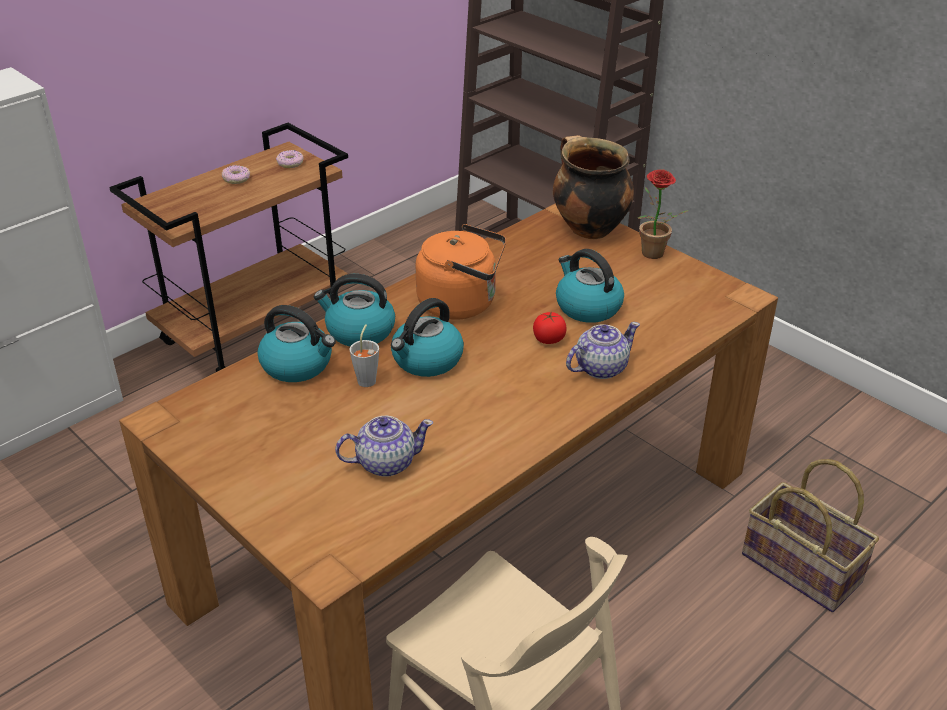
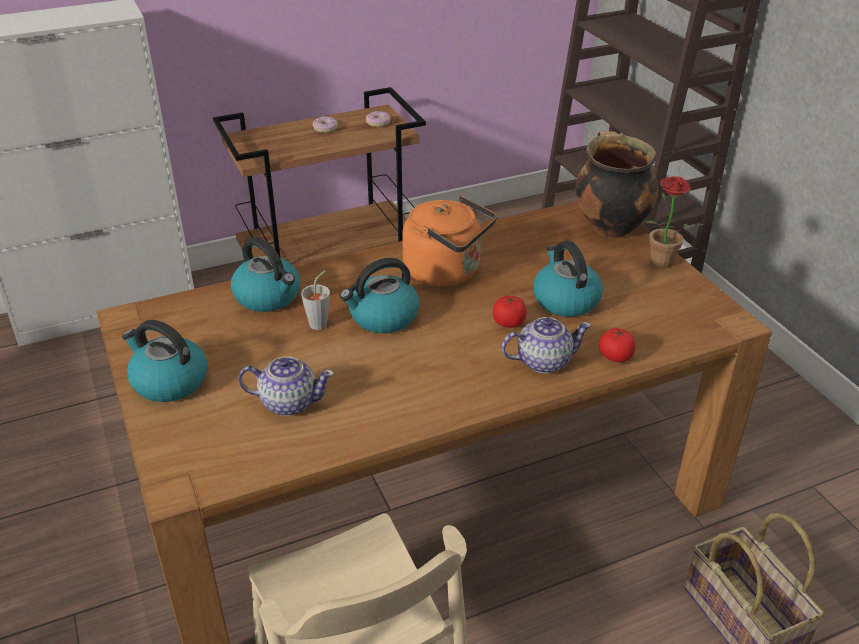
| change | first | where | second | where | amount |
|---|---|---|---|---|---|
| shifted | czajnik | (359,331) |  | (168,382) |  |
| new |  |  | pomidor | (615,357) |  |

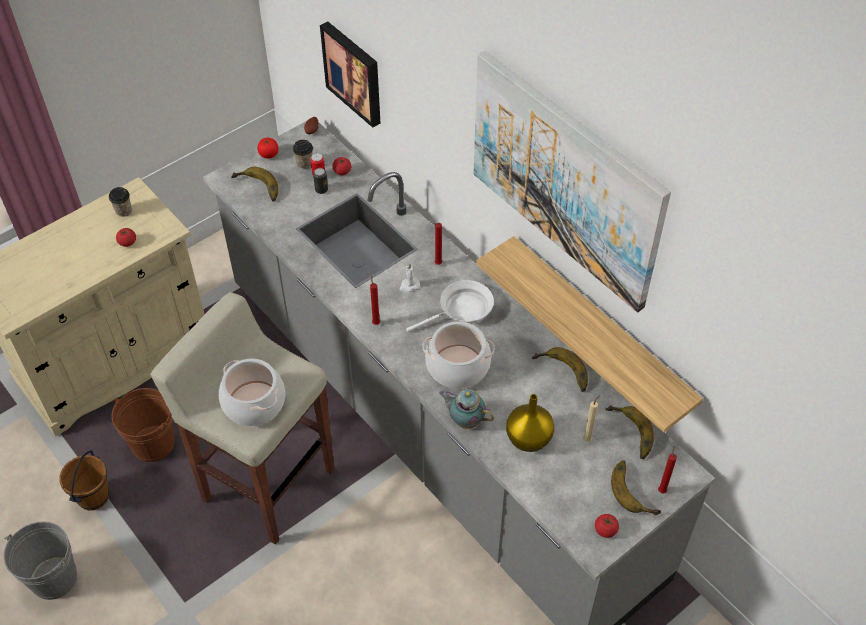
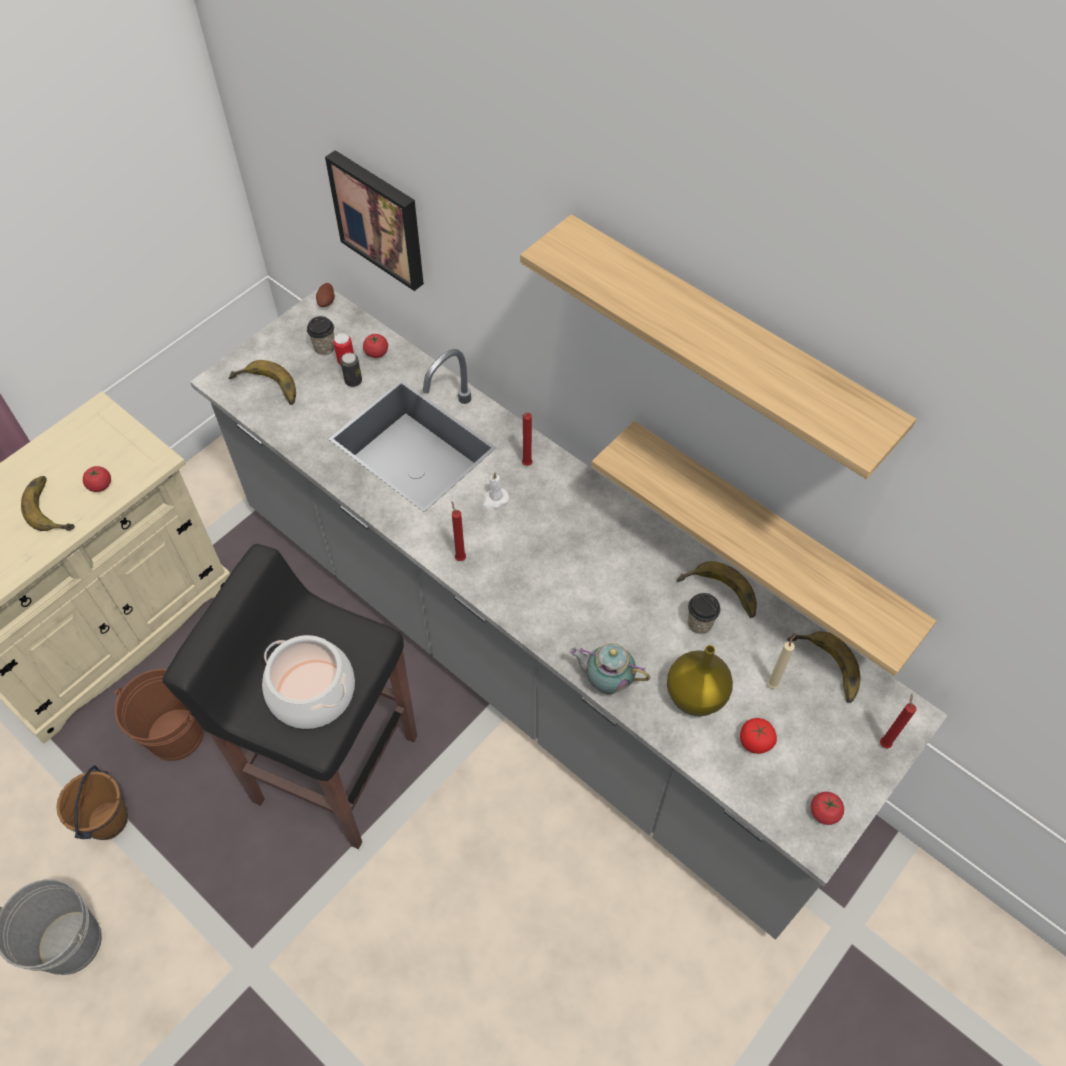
| change | first | where | second | where | amount |
|---|---|---|---|---|---|
| swapped | obraz | (565,179) | półka | (724,342) |  |
| shifted | pomidor | (269,154) |  | (755,741) |  |
| shifted | filiżanka | (123,211) |  | (699,623) |  |
| gone | patelnia (biały) | (462,310) |  |  |  |
| repainted | stołek (beżowy) | (267,483) | stołek (czarny) | (333,767) |  |
| gone | garnek | (457,367) |  |  |  |
| shifted | banan | (635,489) |  | (54,506) |  |

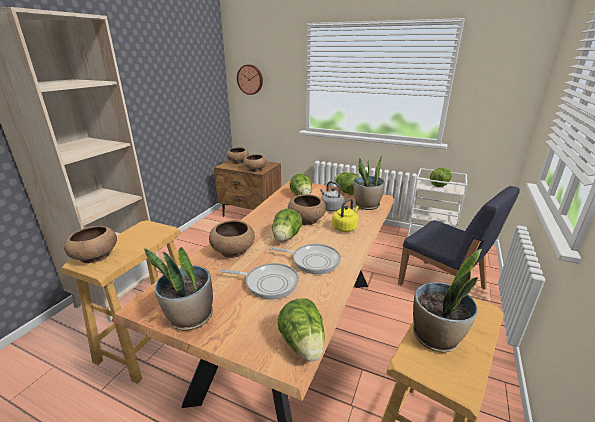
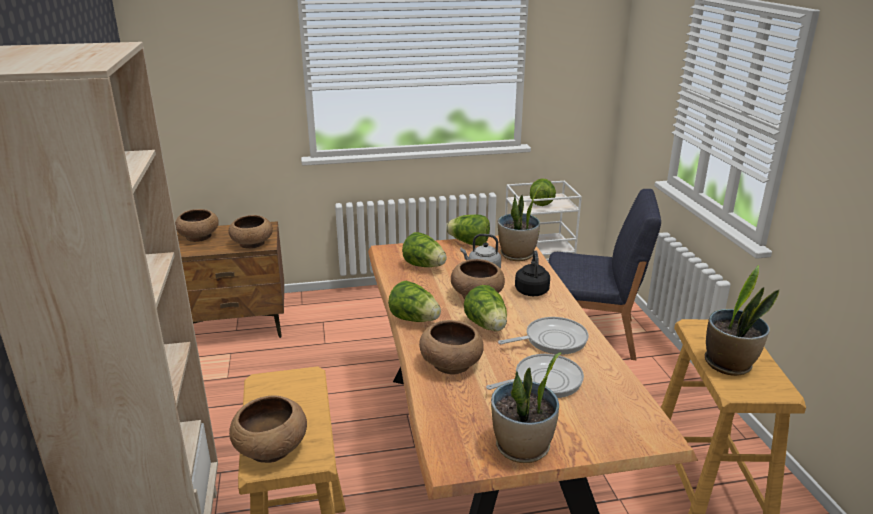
| change | first | where | second | where | amount |
|---|---|---|---|---|---|
| gone | zegar ścienny | (250,79) |  |  |  |
| repainted | czajnik (żółty) | (345,227) | czajnik (czarny) | (531,290) |  |
| shifted | sałata | (303,344) |  | (414,319) |  |

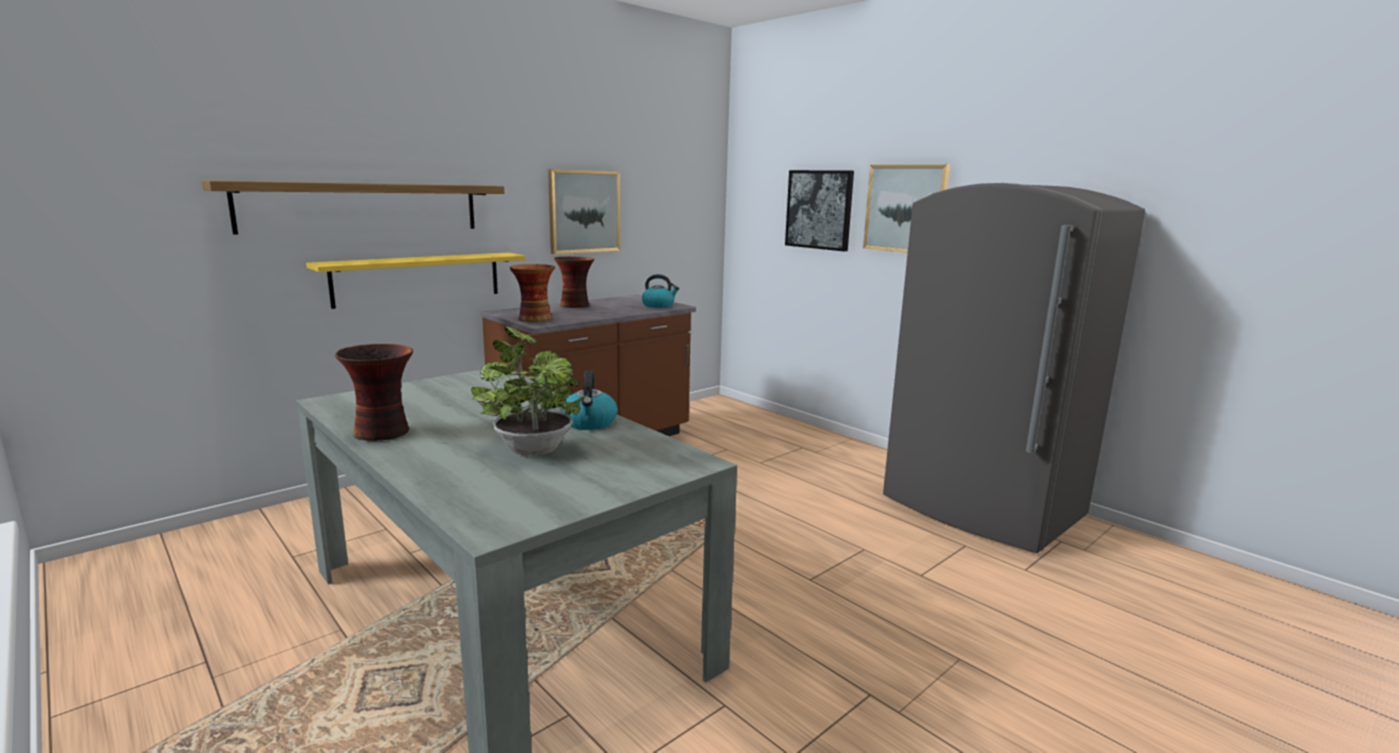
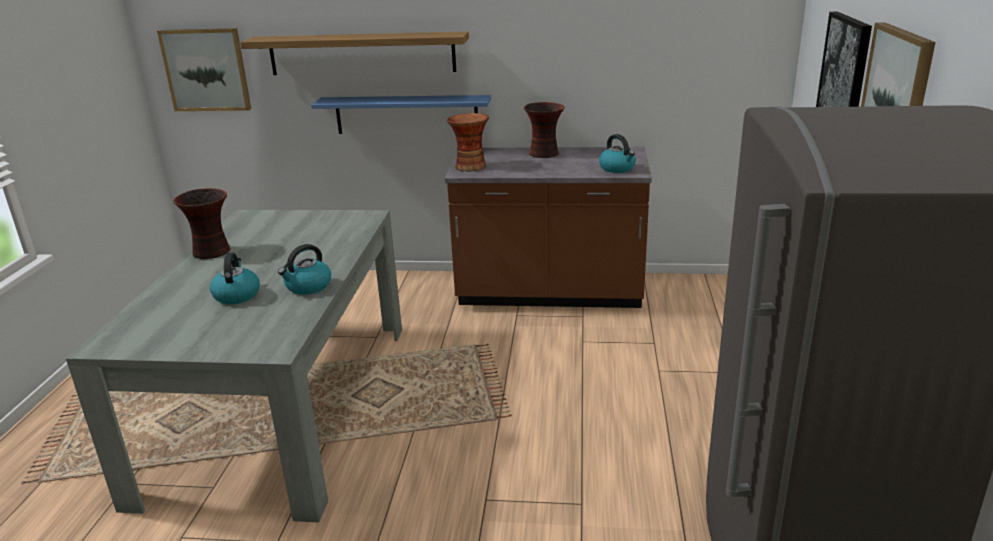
| change | first | where | second | where | amount |
|---|---|---|---|---|---|
| shifted | obraz | (584,211) |  | (206,70) |  |
| repainted | półka (żółty) | (418,278) | półka (niebieski) | (406,114) |  |
| swapped | roślina doniczkowa | (531,448) | czajnik | (236,295) |  |

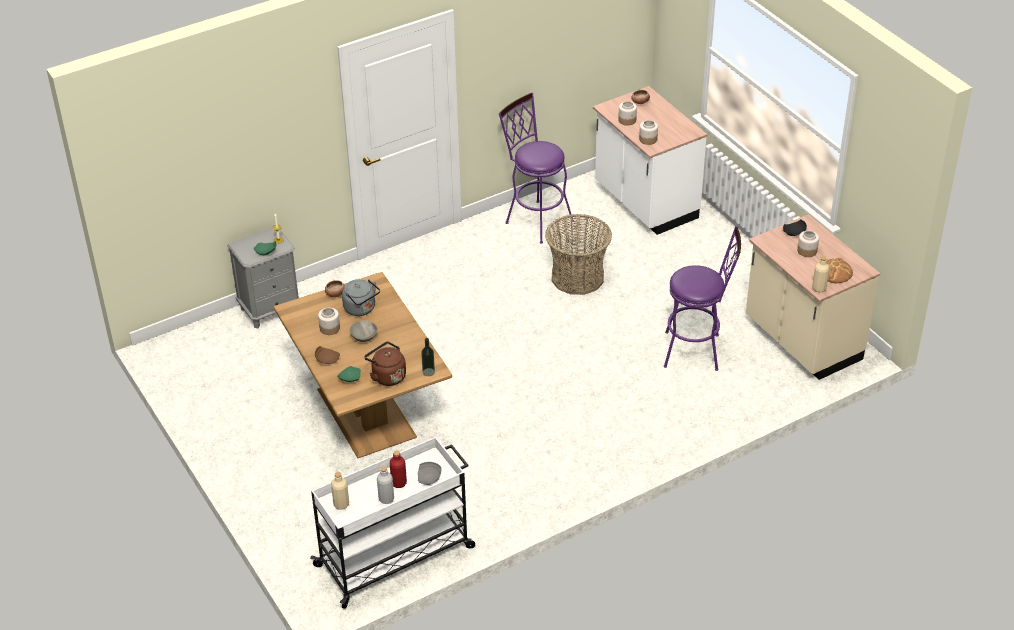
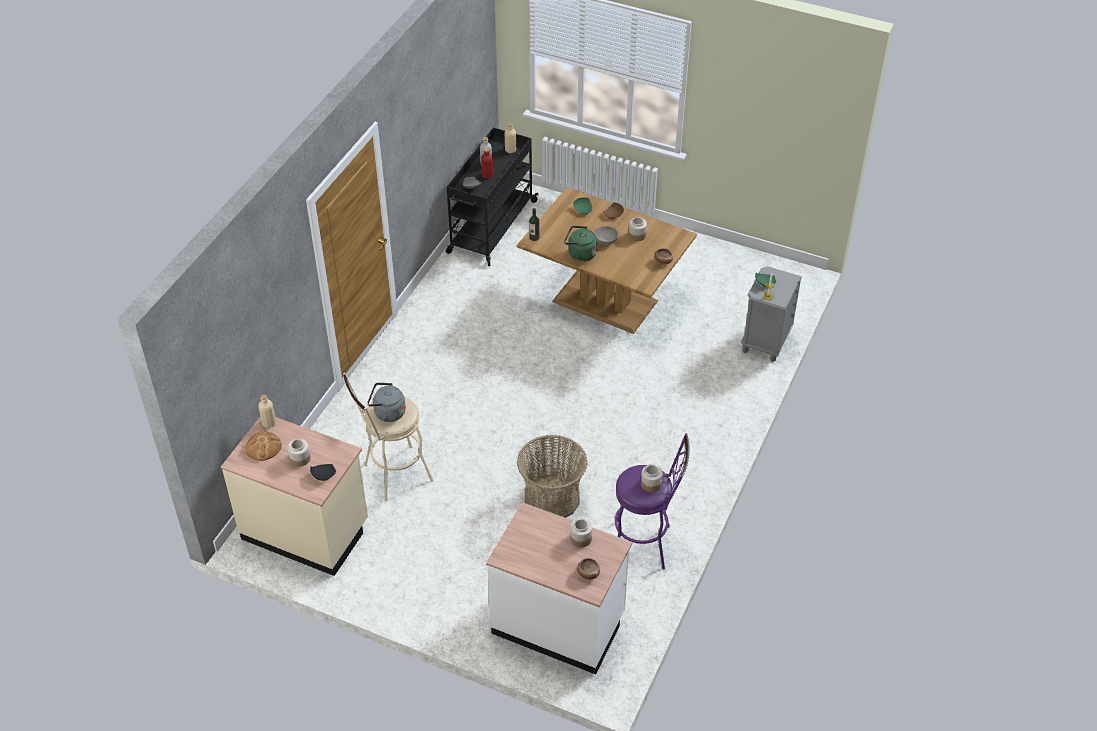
| change | first | where | second | where | amount |
|---|---|---|---|---|---|
| shifted | słoik | (648,139) |  | (651,484) |  |
| repainted | stołek (fioletowy) | (697,351) | stołek (beżowy) | (392,475) |  |
| shifted | czajnik (szary) | (361,309) |  | (387,413) |  |
| gone | czajnik (brązowy) | (387,376) |  |  |  |
| repainted | wózek (biały) | (396,556) | wózek (czarny) | (491,227) |  |
| new |  |  | czajnik (zielony) | (580,254) |  |

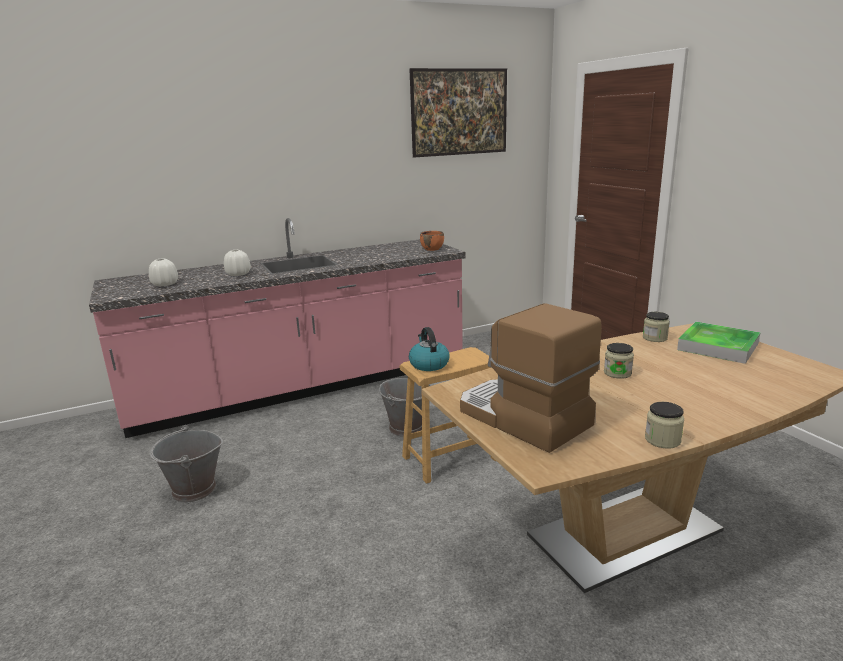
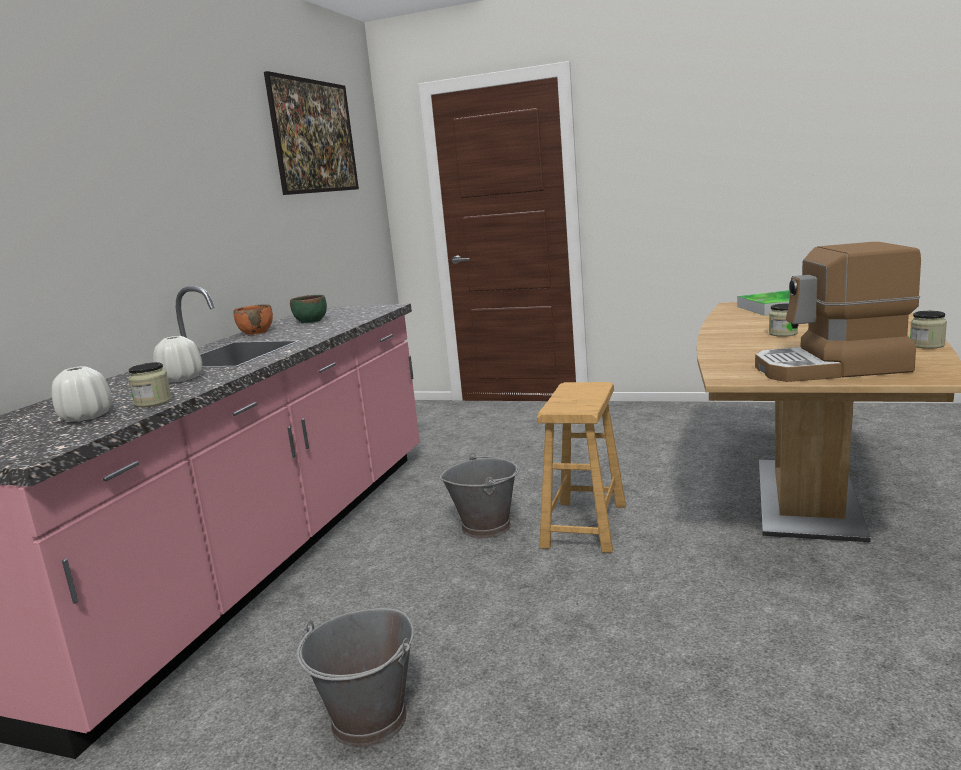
| change | first | where | second | where | amount |
|---|---|---|---|---|---|
| shifted | miska (pomarańczowy) | (432,249) |  | (256,332) |  |
| shifted | słoik | (655,338) |  | (153,402) |  |
| gone | czajnik | (428,364) |  |  |  |
| new |  |  | miska (zielony) | (311,321) |  |

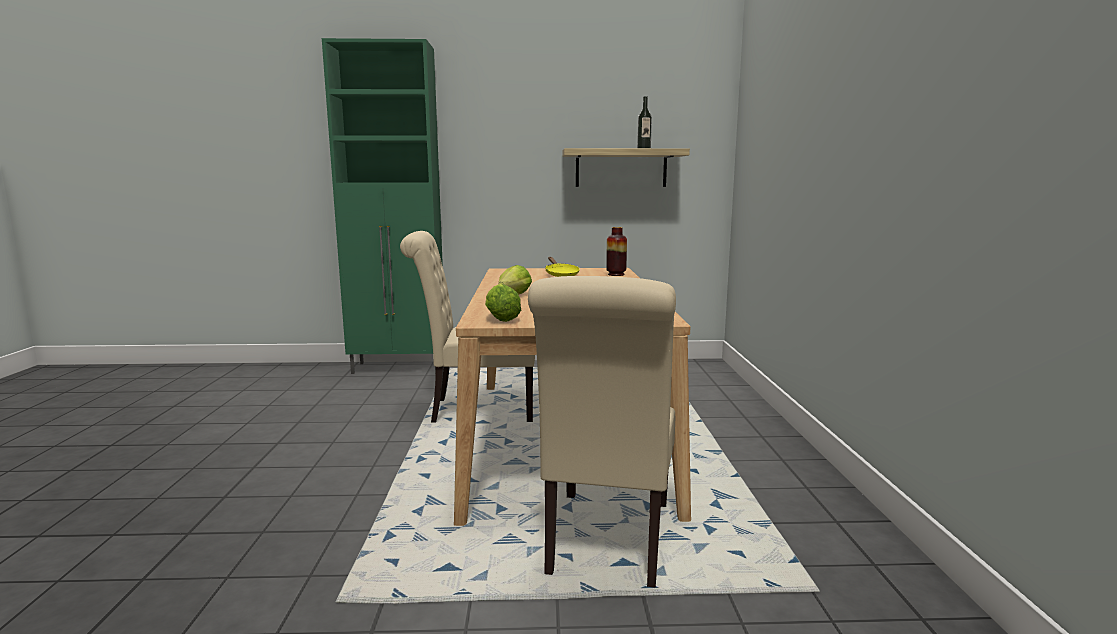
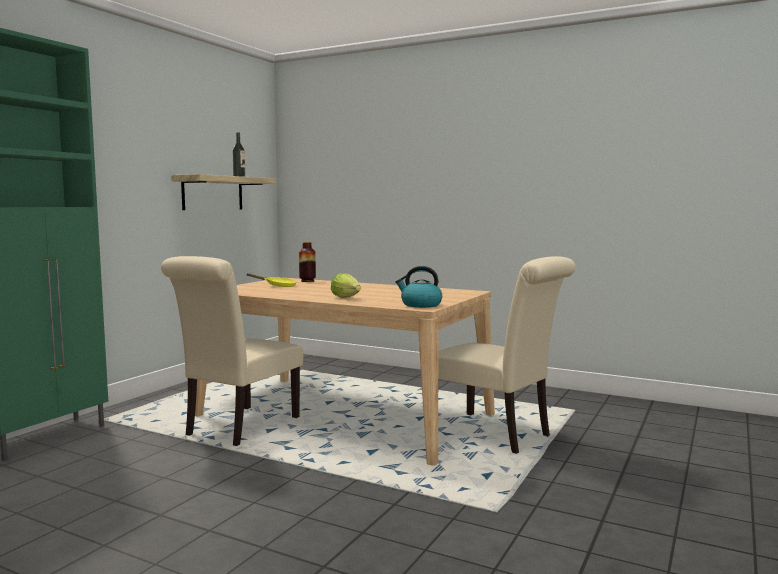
| change | first | where | second | where | amount |
|---|---|---|---|---|---|
| swapped | sałata | (500,318) | czajnik | (420,305) |  |

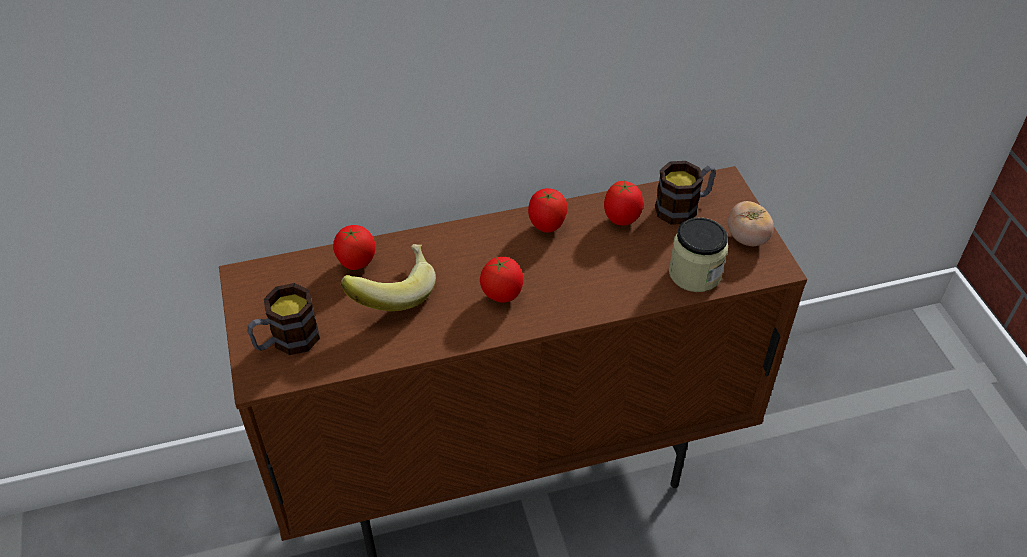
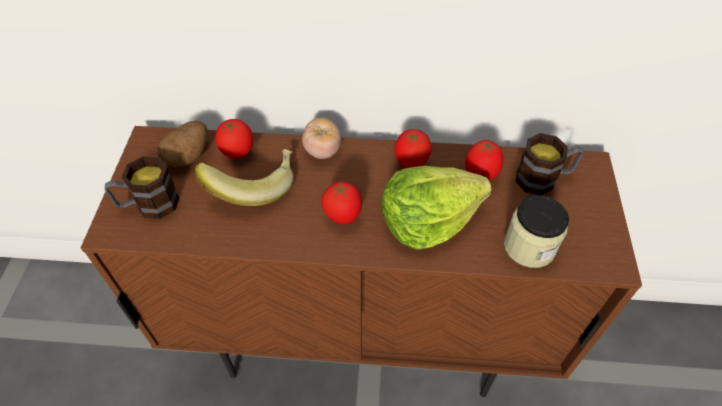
| change | first | where | second | where | amount |
|---|---|---|---|---|---|
| shifted | pomidor | (747,238) |  | (322,151) |  |
| new |  |  | ziemniak | (188,155) |  |
| new |  |  | sałata | (427,220) |  |

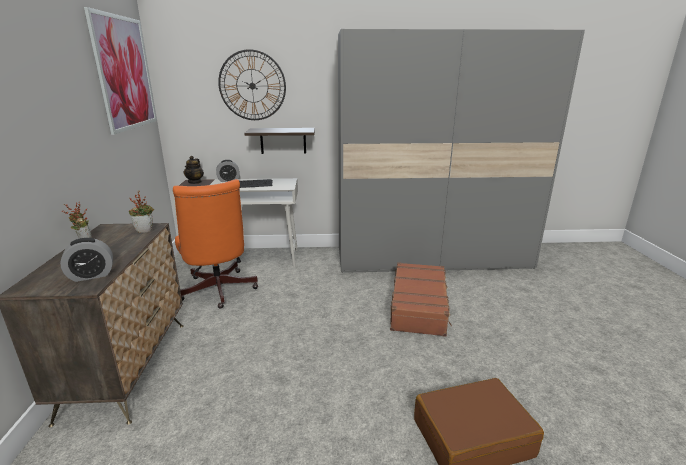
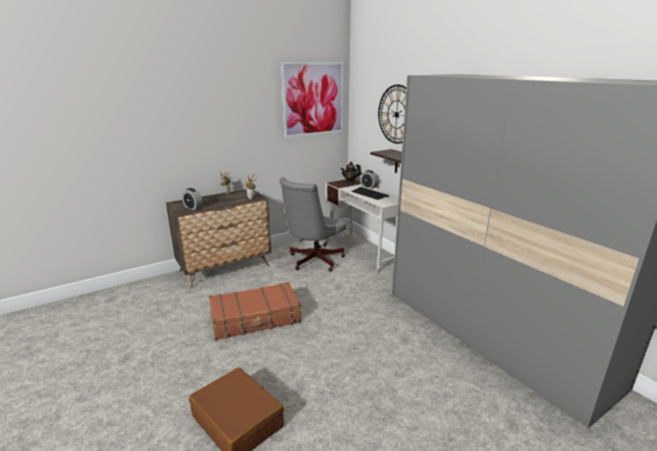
| change | first | where | second | where | amount |
|---|---|---|---|---|---|
| repainted | krzesło biurowe (pomarańczowy) | (218,292) | krzesło biurowe (szary) | (313,261) |  |
| shifted | walizka (brązowy) | (419,306) |  | (255,319) |  |

